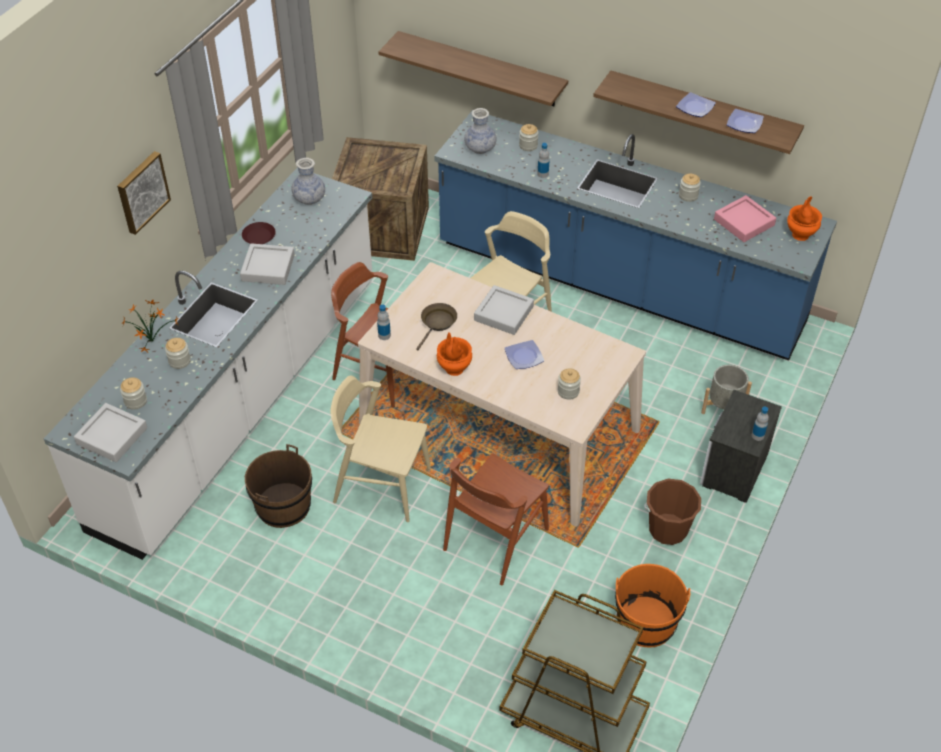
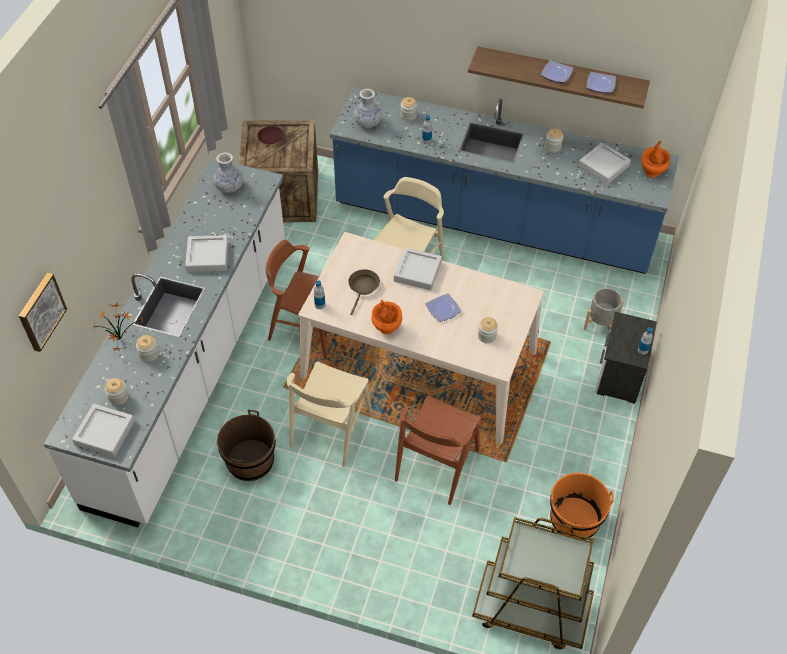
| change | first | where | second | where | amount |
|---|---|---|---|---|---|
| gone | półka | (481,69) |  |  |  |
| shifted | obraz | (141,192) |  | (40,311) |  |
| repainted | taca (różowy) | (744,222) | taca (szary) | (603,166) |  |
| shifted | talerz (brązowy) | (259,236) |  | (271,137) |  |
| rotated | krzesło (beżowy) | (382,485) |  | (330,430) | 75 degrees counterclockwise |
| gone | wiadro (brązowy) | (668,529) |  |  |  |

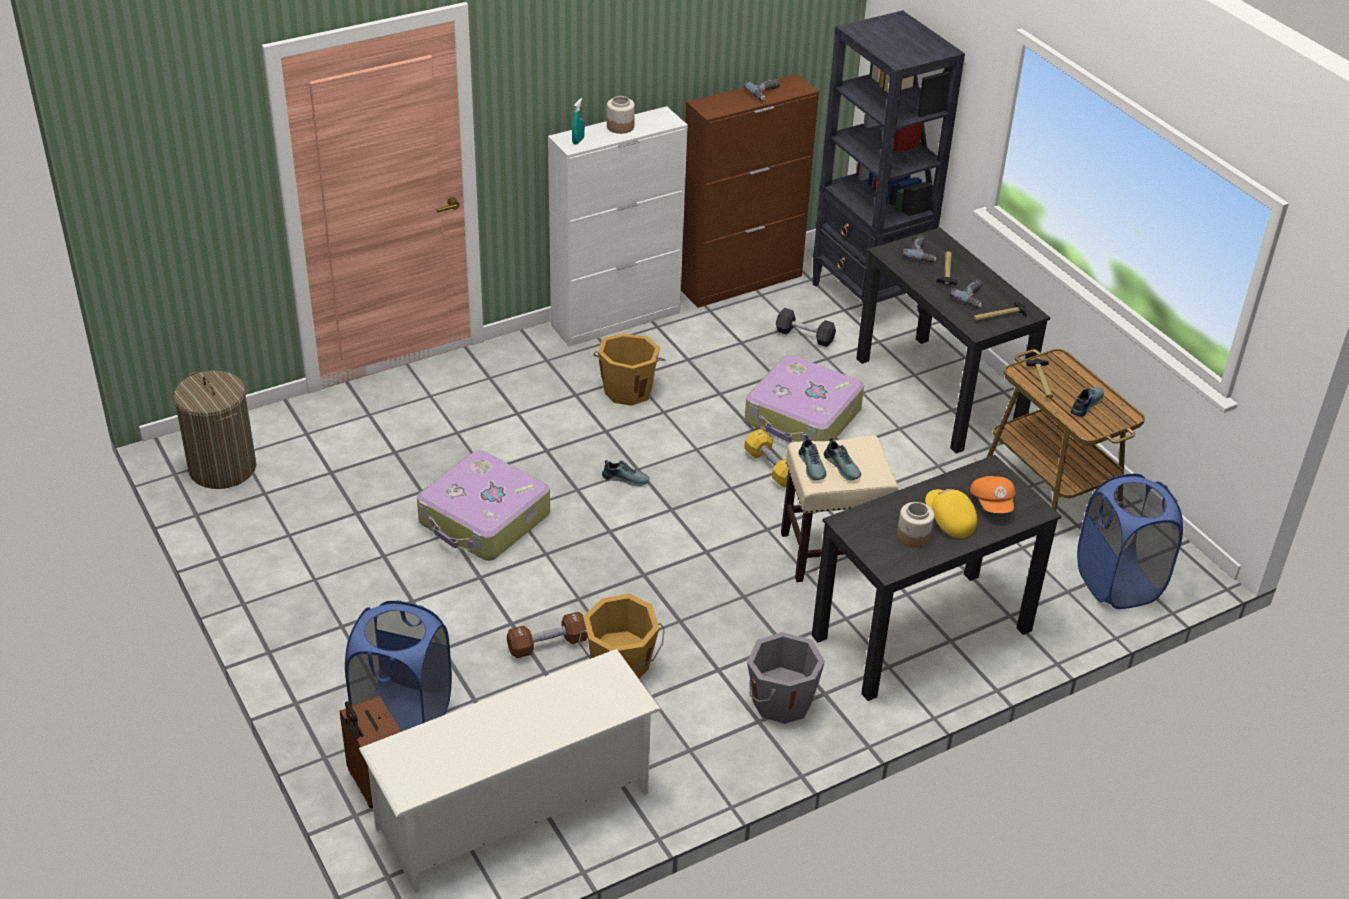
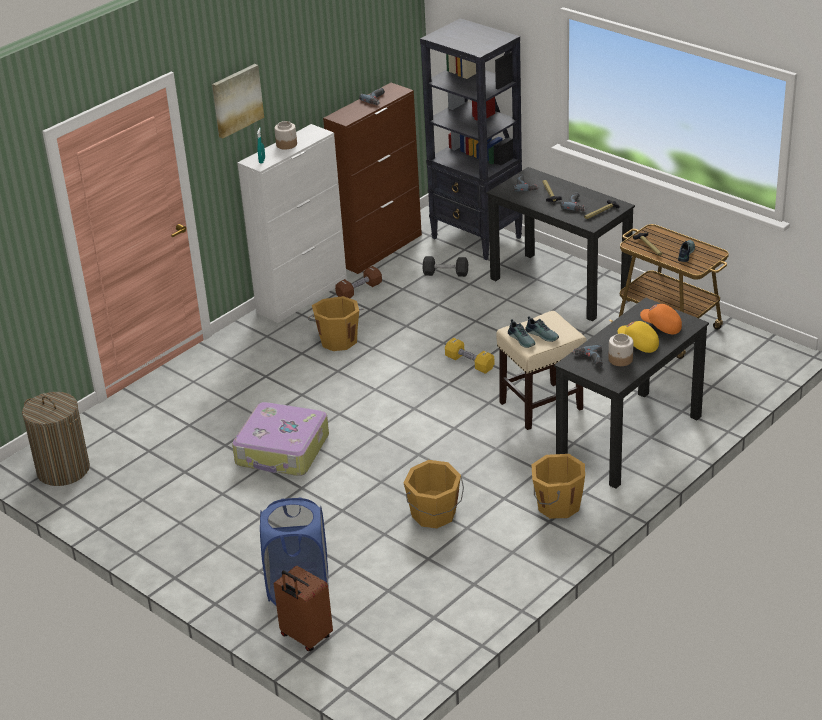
| change | first | where | second | where | amount |
|---|---|---|---|---|---|
| gone | walizka | (803,417) |  |  |  |
| gone | but | (626,478) |  |  |  |
| gone | kosz na pranie (niebieski) | (1118,583) |  |  |  |
| rotated | czapka z daszkiem (pomarańczowy) | (993,503) |  | (661,326) | 150 degrees clockwise |
| shifted | hantel (brązowy) | (548,645) |  | (359,291) |  |
| repainted | wiadro (szary) | (780,701) | wiadro (pomarańczowy) | (557,505) |  |
| gone | regał na buty (biały) | (515,810) |  |  |  |
| new |  |  | obraz | (236,100) |  |
| new |  |  | wiertarka | (589,360) |  |

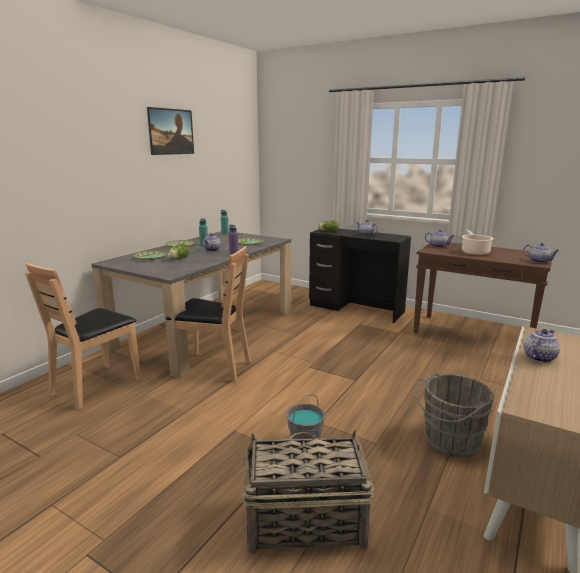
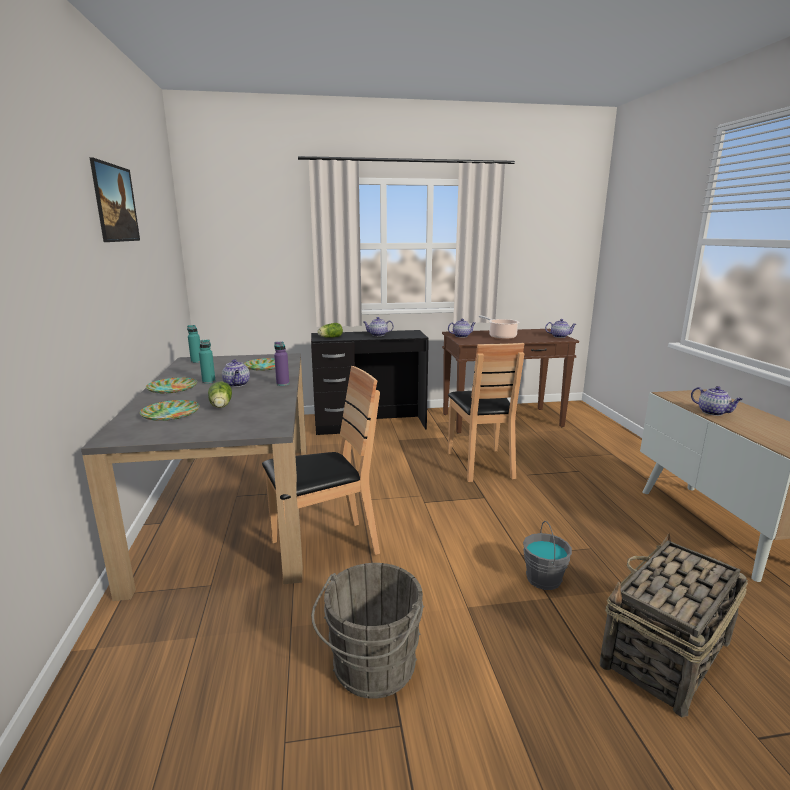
| change | first | where | second | where | amount |
|---|---|---|---|---|---|
| shifted | krzesło (brązowy) | (96,386) |  | (481,464) |  |
| rotated | imbryk | (539,357) |  | (713,412) | 135 degrees clockwise |
| shifted | wiadro (szary) | (448,441) |  | (371,669) |  |

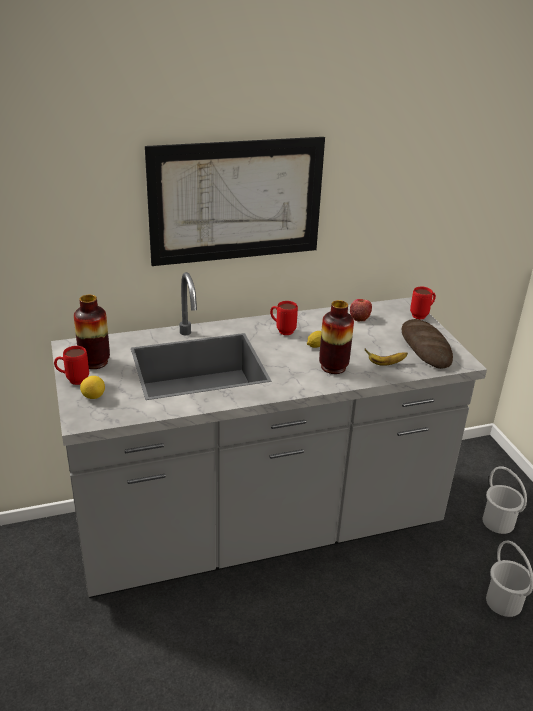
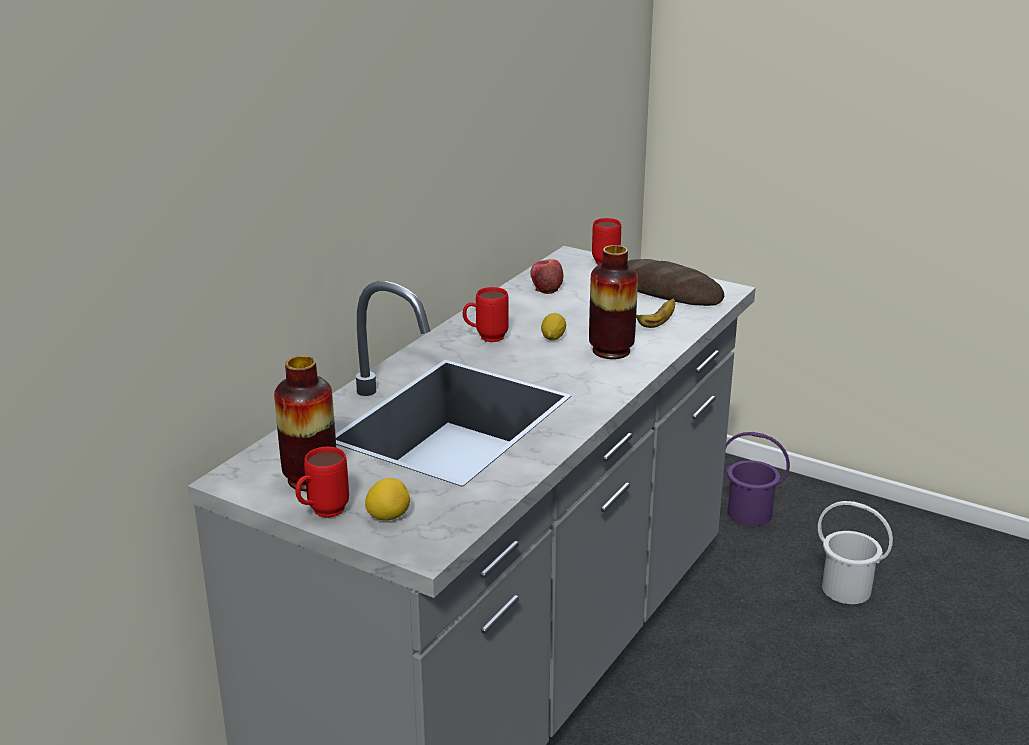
| change | first | where | second | where | amount |
|---|---|---|---|---|---|
| gone | obraz | (236,201) |  |  |  |
| repainted | wiadro (biały) | (498,522) | wiadro (fioletowy) | (749,513) |  |

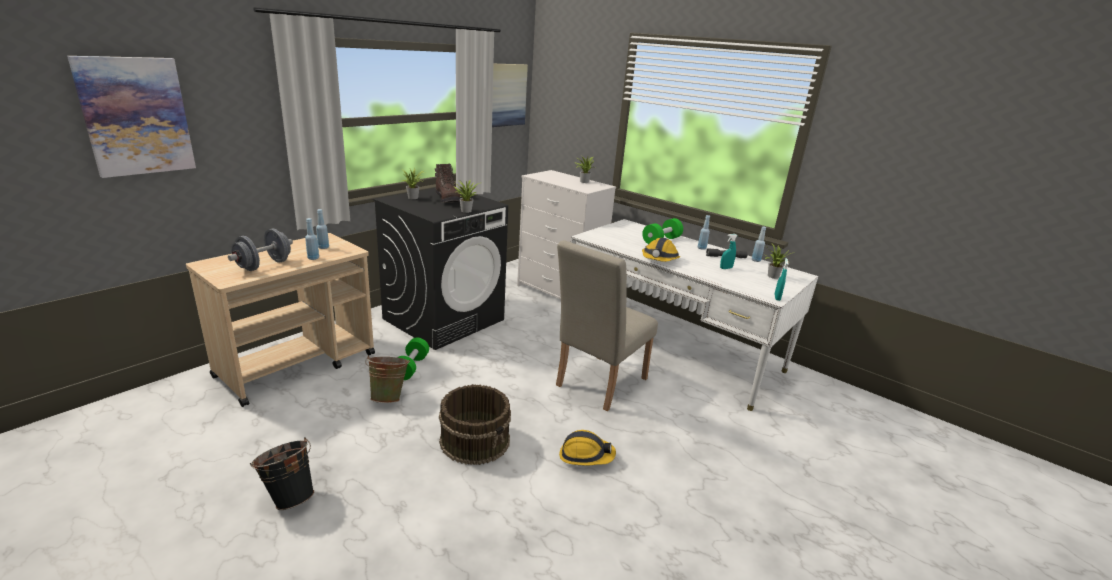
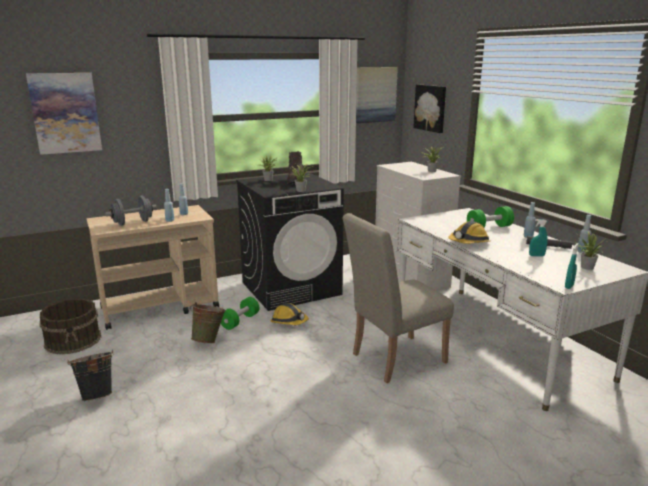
| change | first | where | second | where | amount |
|---|---|---|---|---|---|
| shifted | wiadro (brązowy) | (475,440) |  | (74,340) |  |
| shifted | kask | (585,455) |  | (289,322) |  |
| new |  |  | obraz | (431,108) |  |

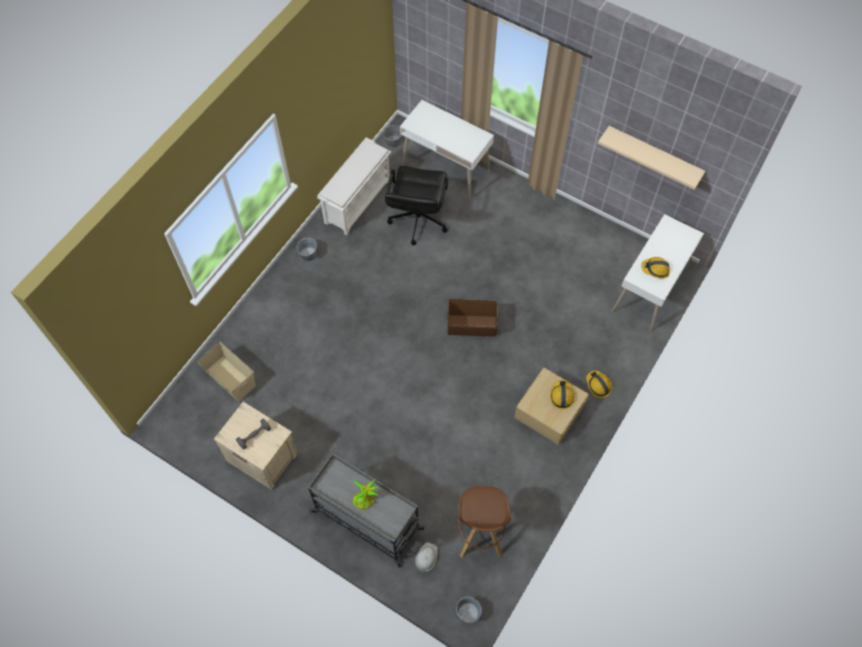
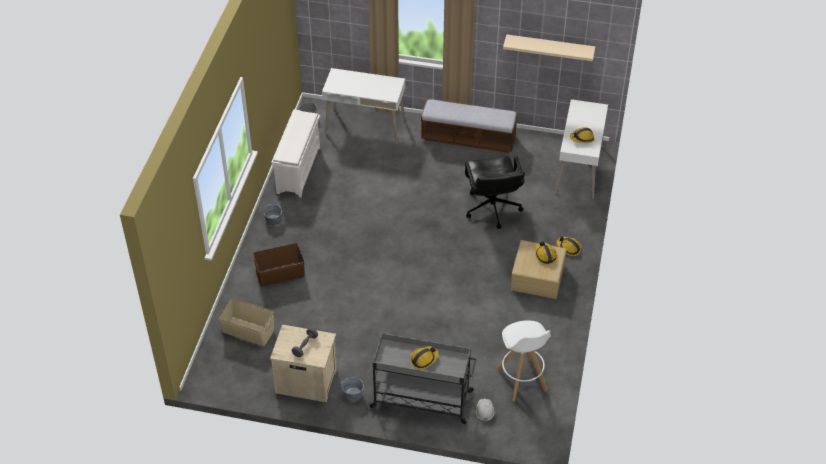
| change | first | where | second | where | amount |
|---|---|---|---|---|---|
| shifted | krzesło biurowe (czarny) | (417,220) |  | (492,208) |  |
| shifted | pojemnik do przechowywania (brązowy) | (471,325) |  | (280,274) |  |
| swapped | roślina doniczkowa | (365,499) | kask | (424,359) |  |
| repainted | stołek (brązowy) | (480,534) | stołek (biały) | (522,380) |  |
| shifted | wiadro (szary) | (468,612) |  | (353,394) |  |
| new |  |  | ławka | (468,139) |  |

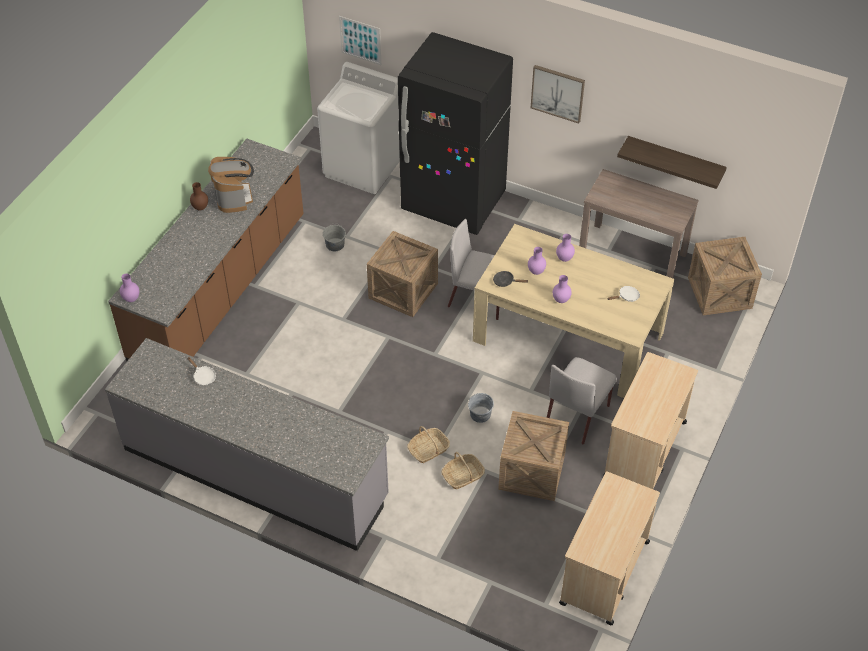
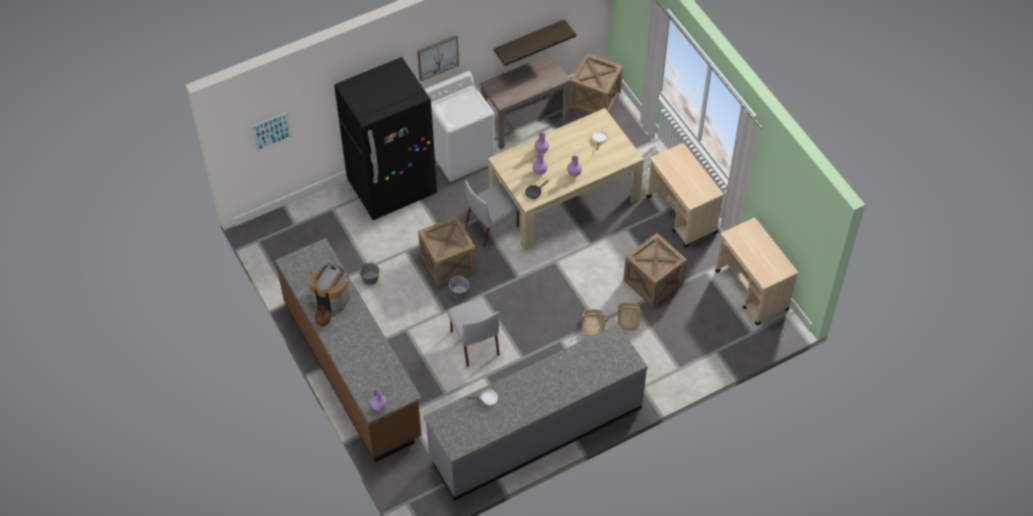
| change | first | where | second | where | amount |
|---|---|---|---|---|---|
| shifted | pralka (biały) | (364,167) |  | (460,154) |  |
| shifted | krzesło (szary) | (577,414) |  | (474,342) |  |
| shifted | wiadro (szary) | (480,414) |  | (459,292) |  |

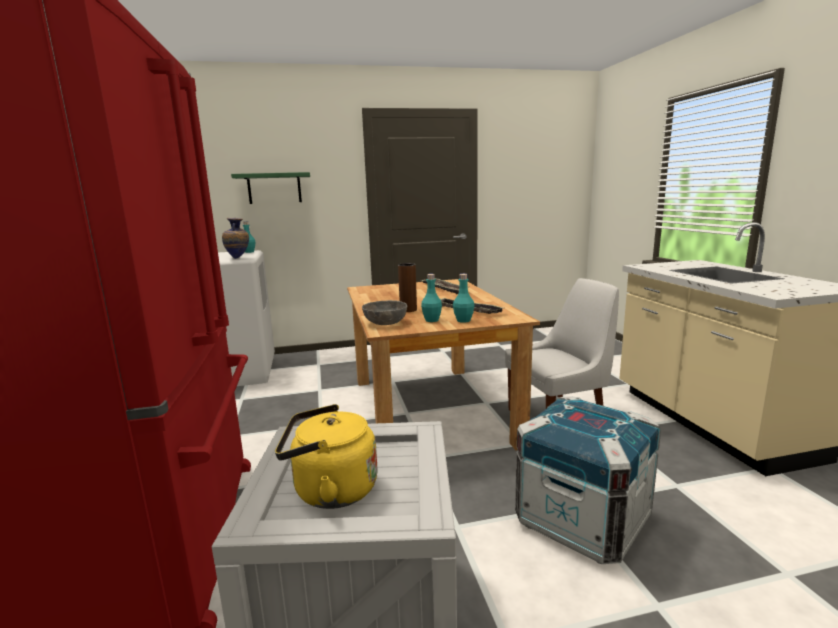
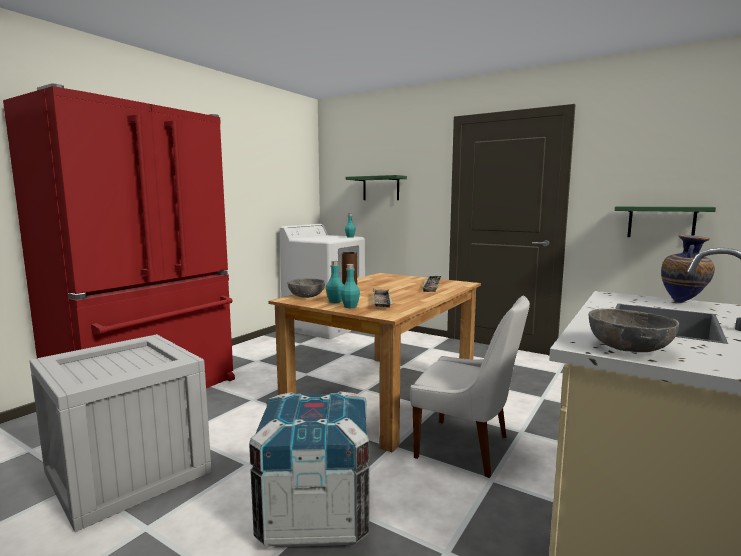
| change | first | where | second | where | amount |
|---|---|---|---|---|---|
| shifted | wazon | (238,258) |  | (683,303) |  |
| gone | czajnik (żółty) | (330,490) |  |  |  |
| new |  |  | półka (zielony) | (661,222) |  |
| new |  |  | miska (szary) | (629,348) |  |

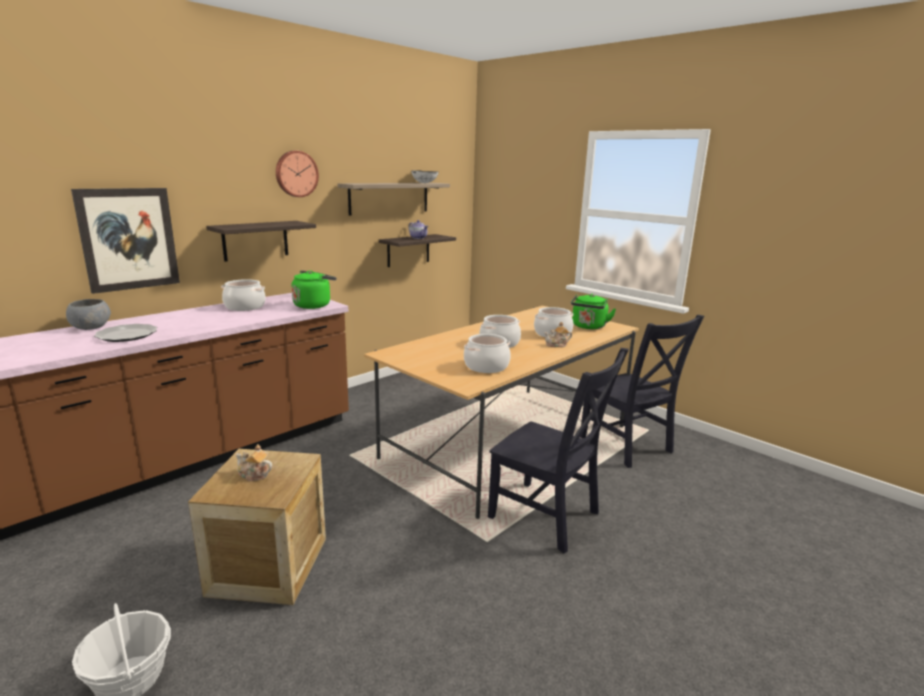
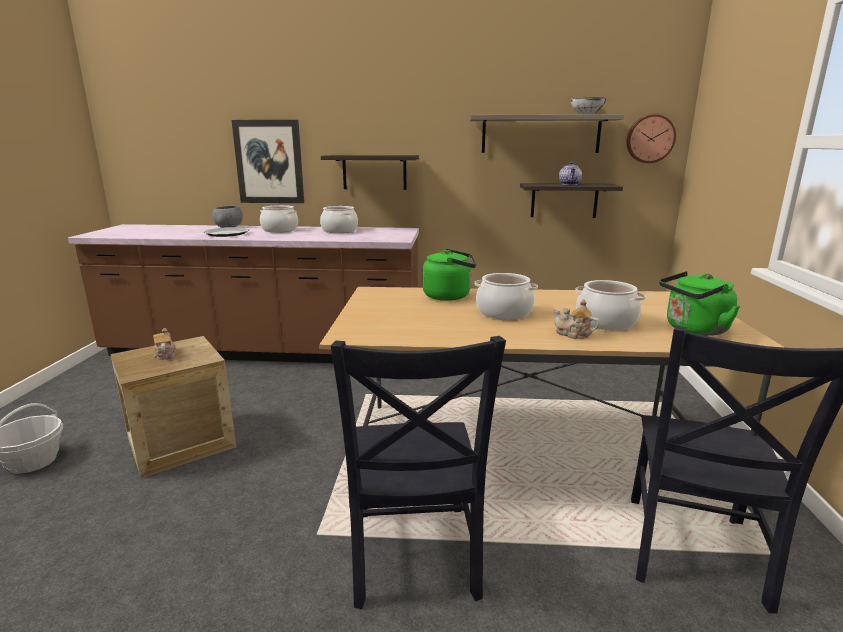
| change | first | where | second | where | amount |
|---|---|---|---|---|---|
| shifted | zegar ścienny | (296,174) |  | (650,139) |  |
| shifted | czajnik (zielony) | (313,305) |  | (450,296) |  |
| shifted | garnek | (486,366) |  | (280,230) |  |

